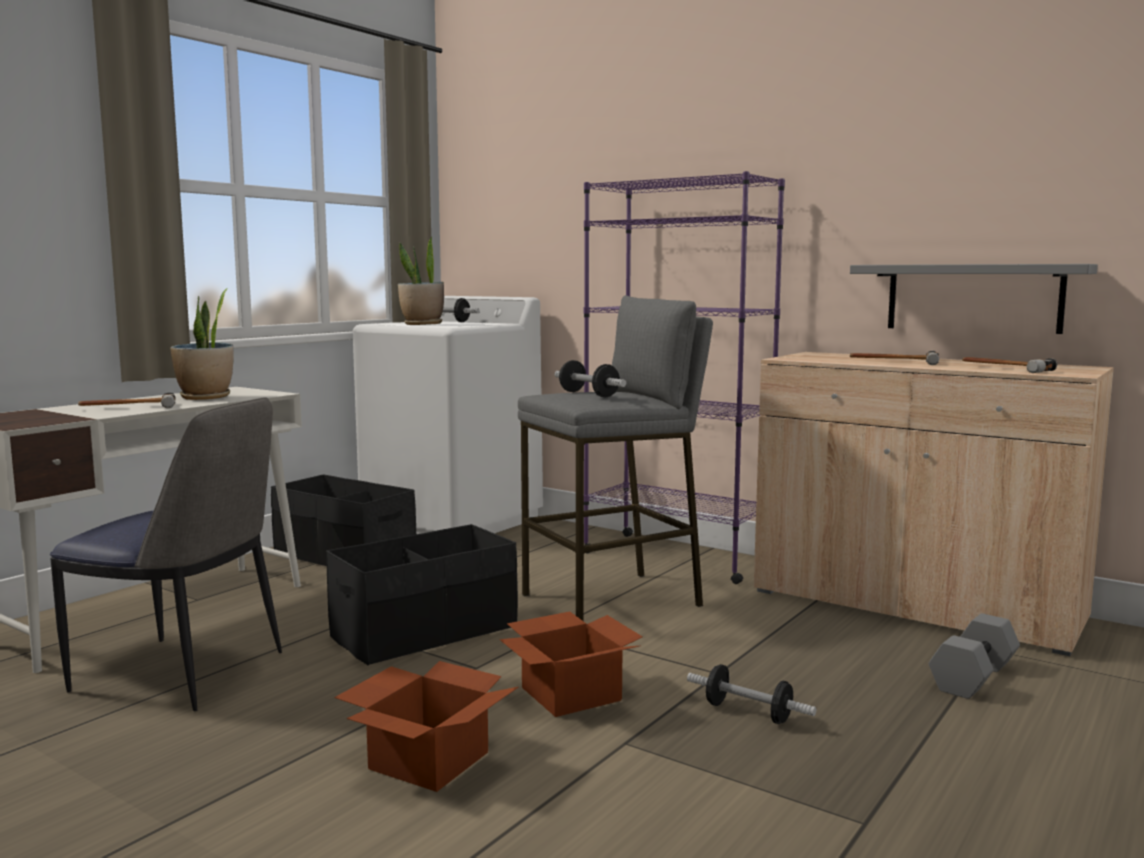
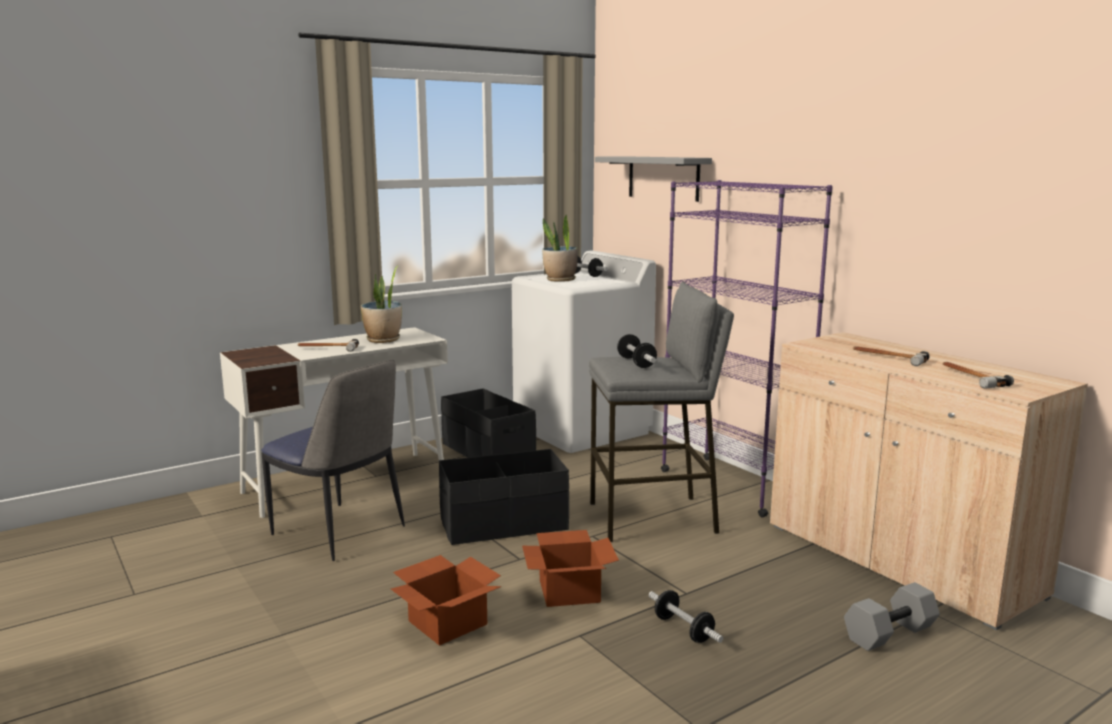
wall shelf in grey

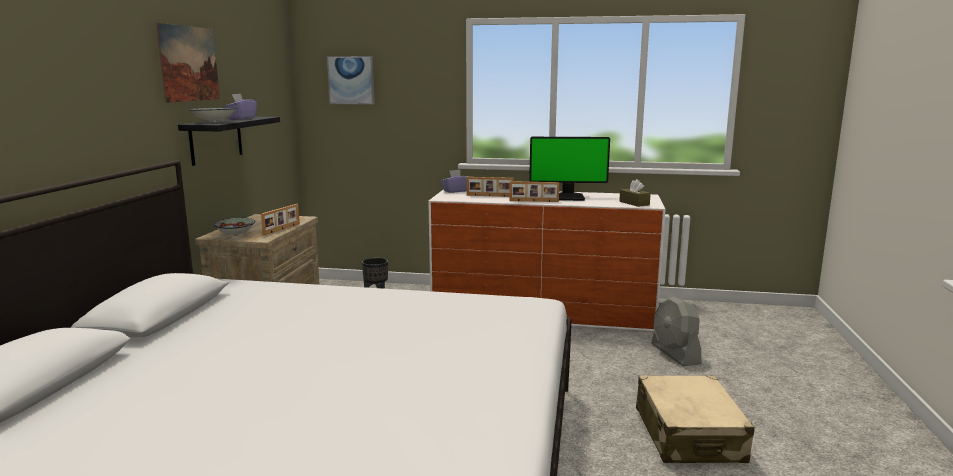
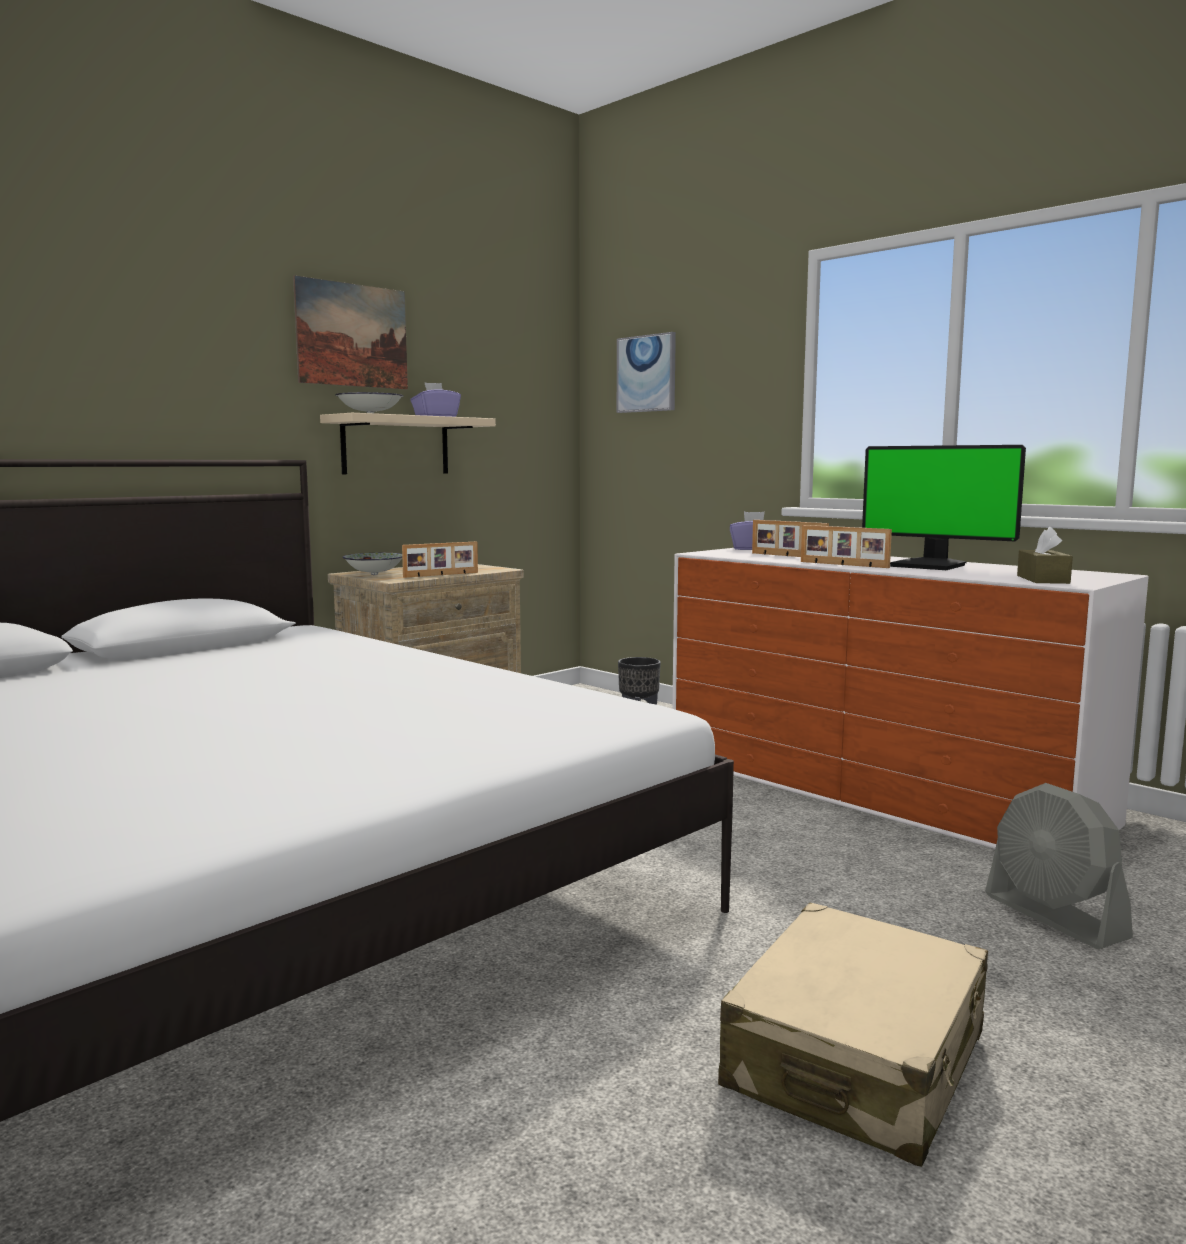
wall shelf in beige-coloured
fan in grey

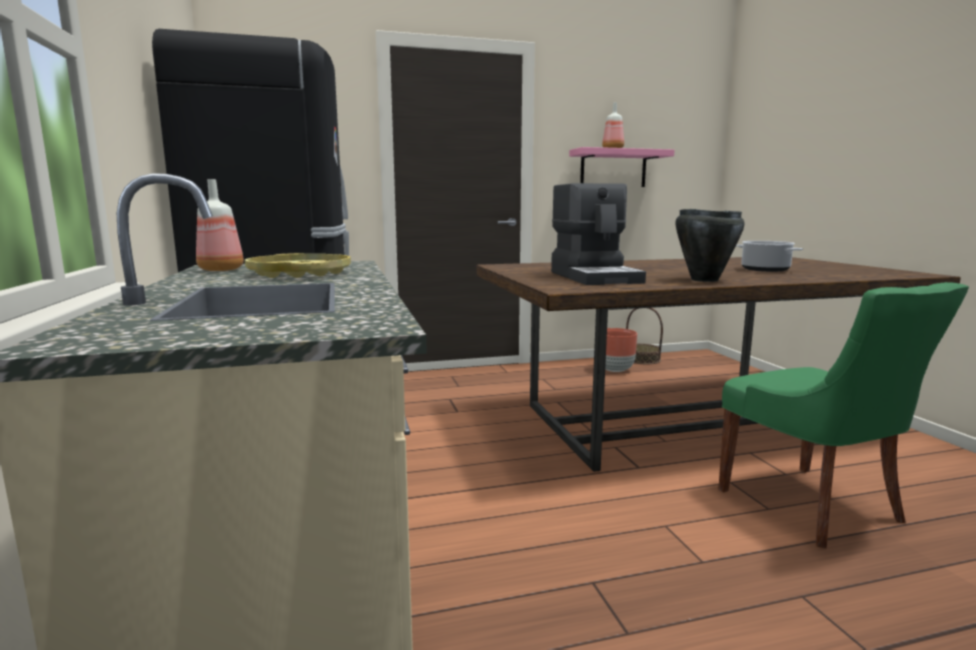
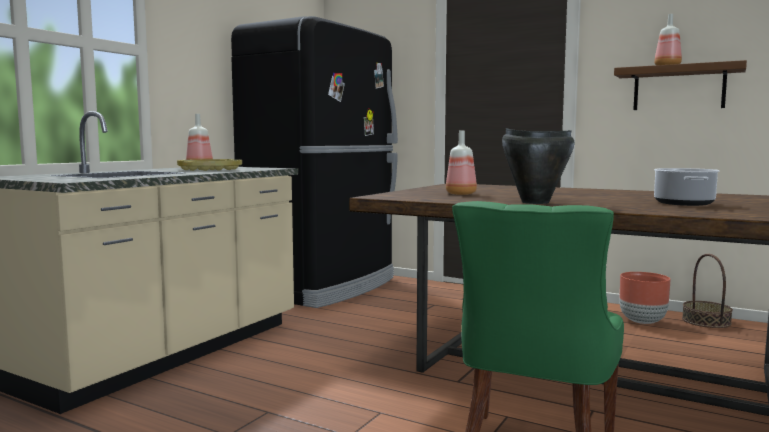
drink bottle (2nd from left)
wall shelf in brown-coloured

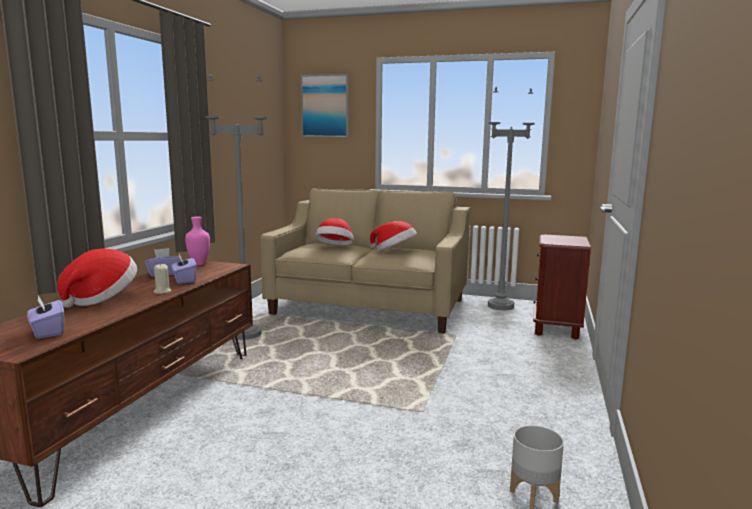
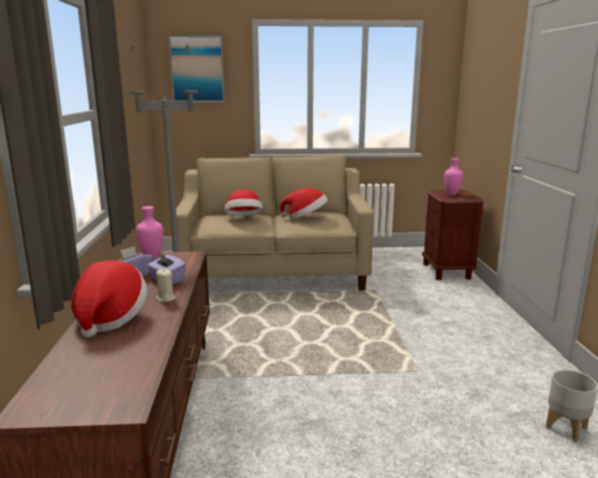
tissue holder in purple (1st from left in the first image)
floor lamp in grey (2nd from left in the first image)
decorative vase in pink-coloured (2nd from left)

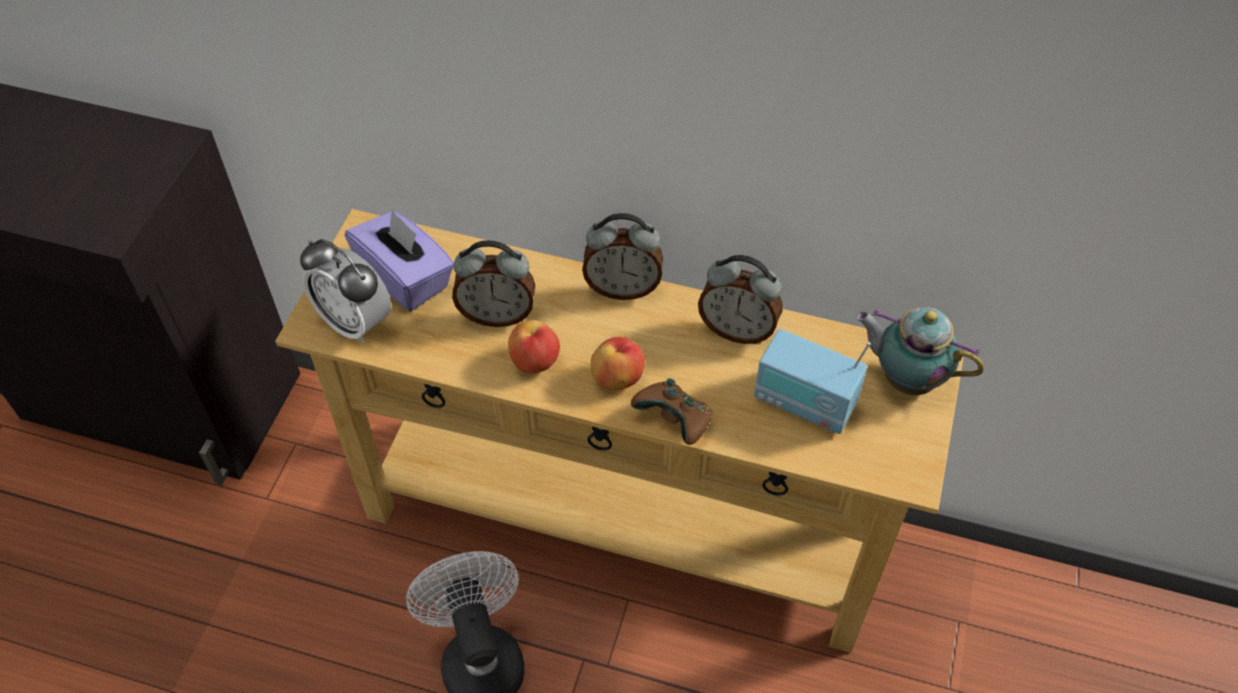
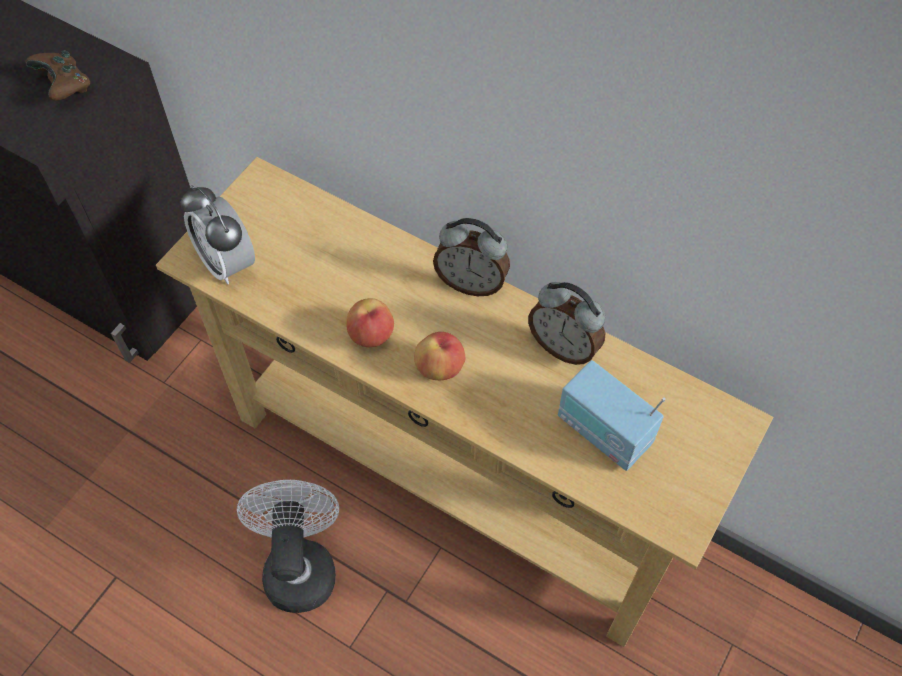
tissue holder in purple
alarm clock (2nd from left in the first image)
teapot
game controller in brown-coloured

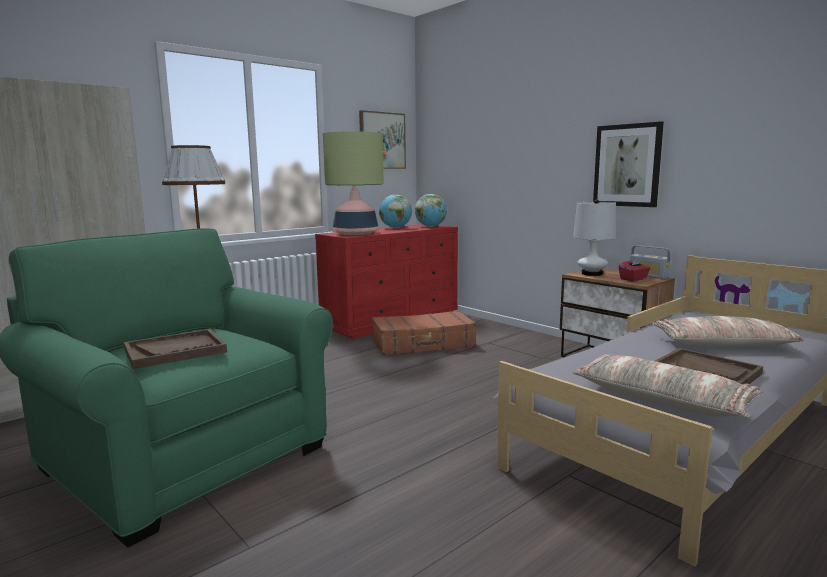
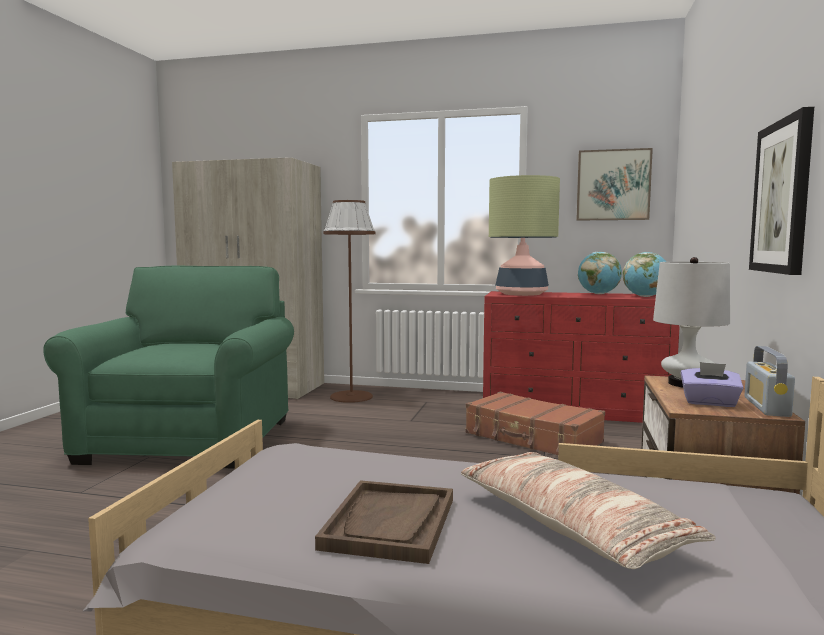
serving tray in brown-coloured (1st from left in the first image)
throw pillow (1st from left in the first image)
tissue holder in purple

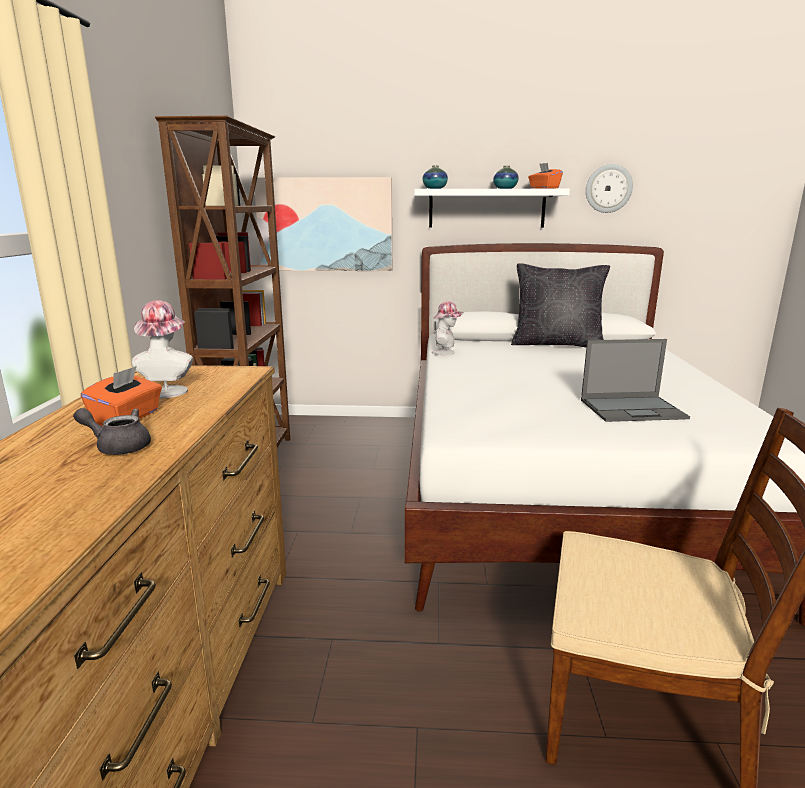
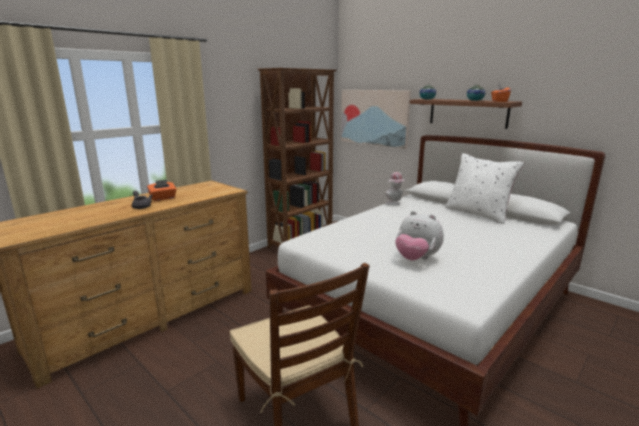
clothing hat (1st from left in the first image)
clock on the wall
soft toy
wall shelf in brown-coloured
throw pillow in whitish

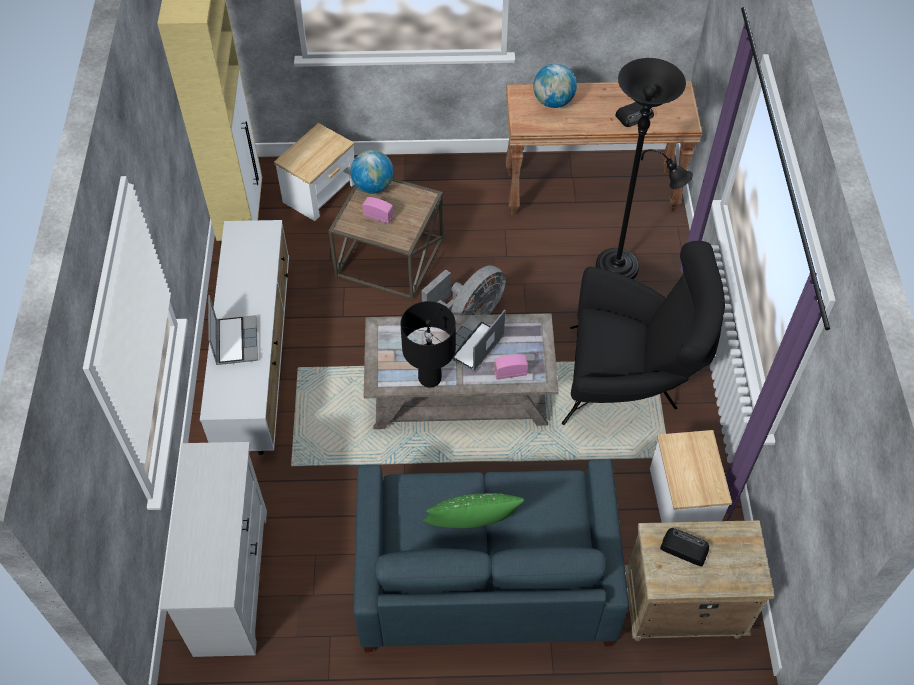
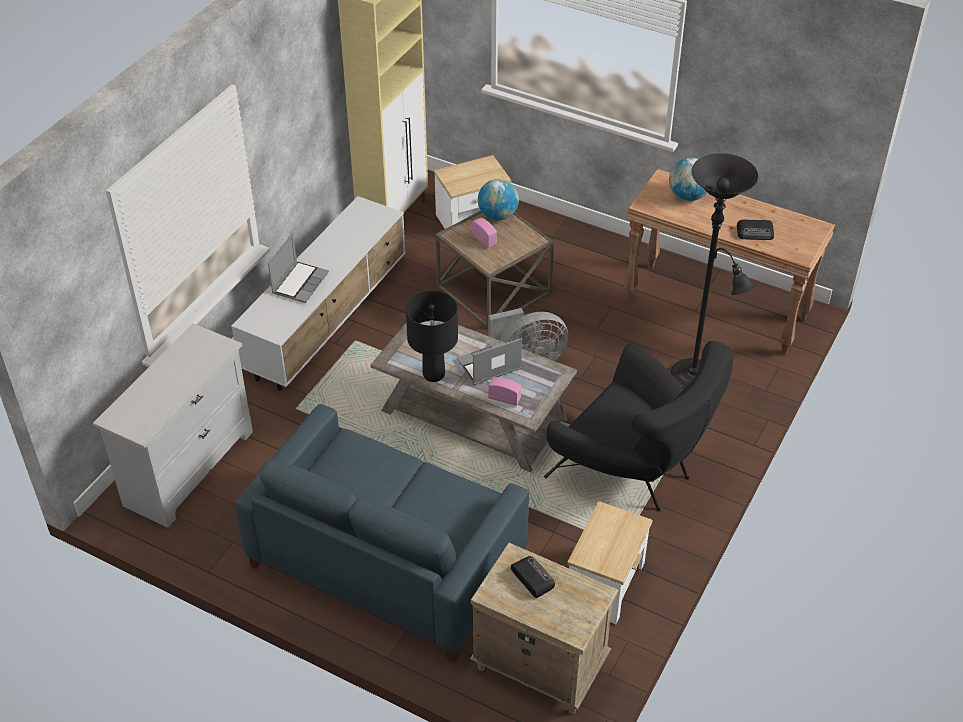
throw pillow in green

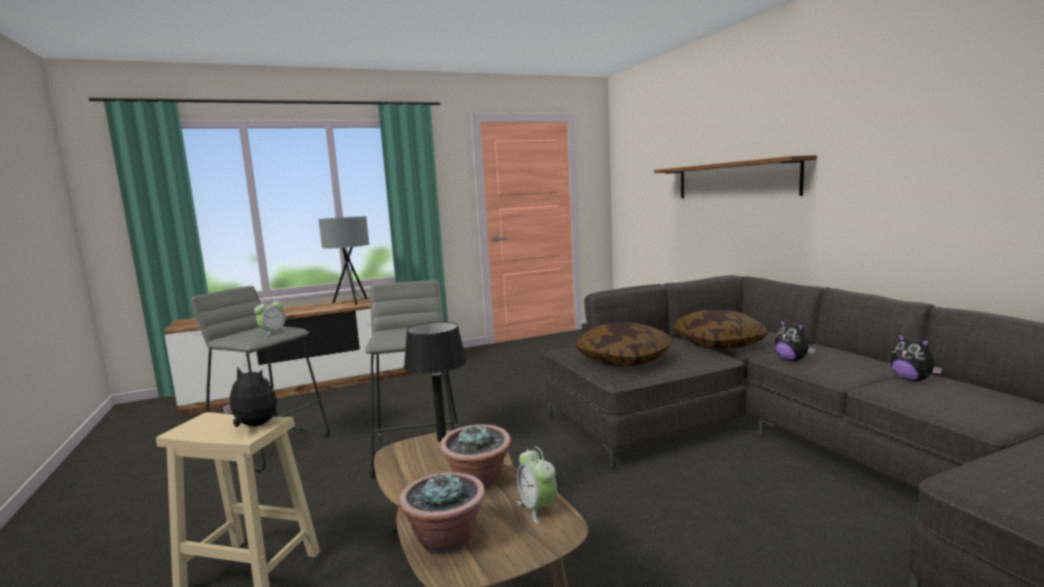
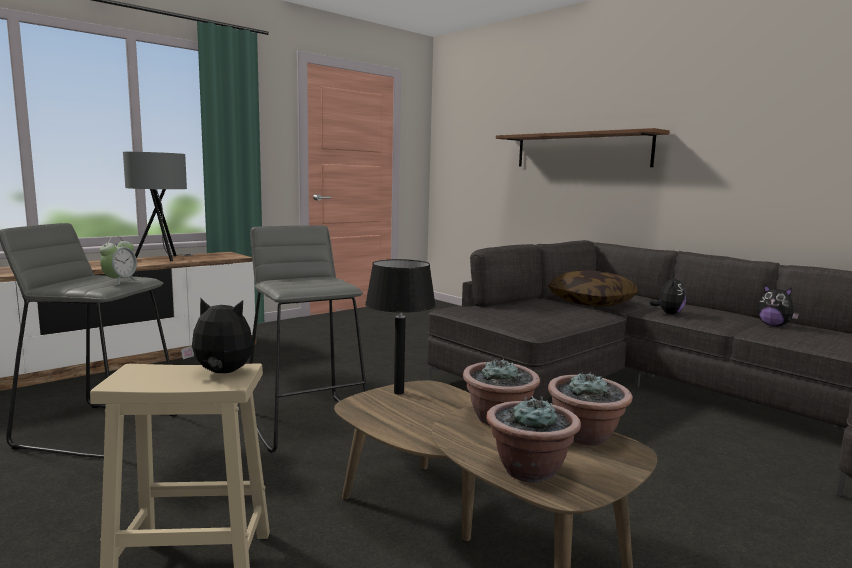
throw pillow (1st from left in the first image)
houseplant (3rd from left)
soft toy (2nd from left)

